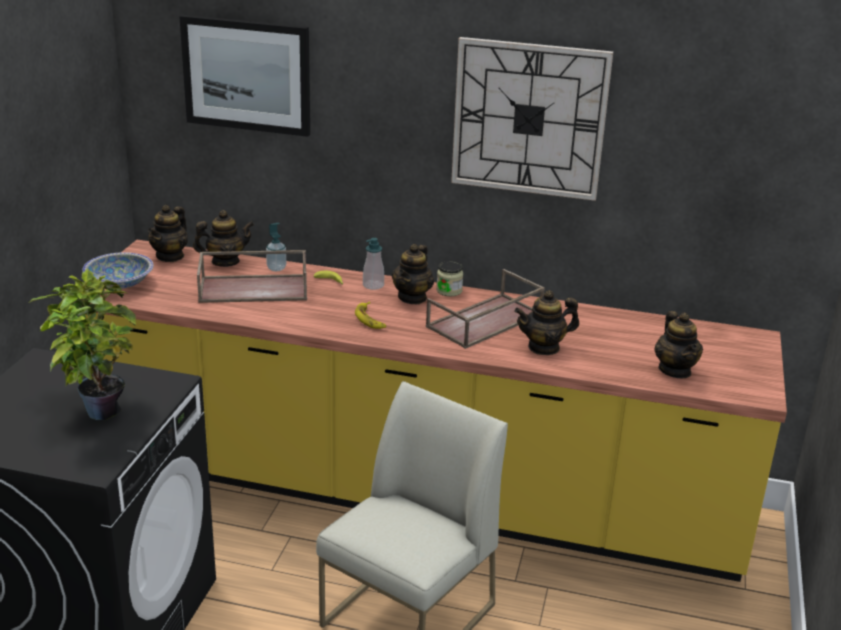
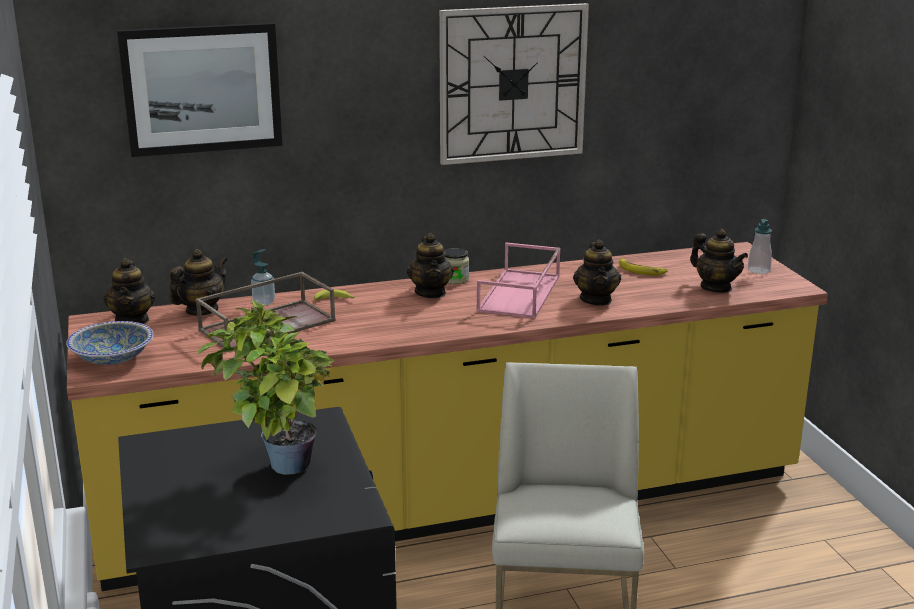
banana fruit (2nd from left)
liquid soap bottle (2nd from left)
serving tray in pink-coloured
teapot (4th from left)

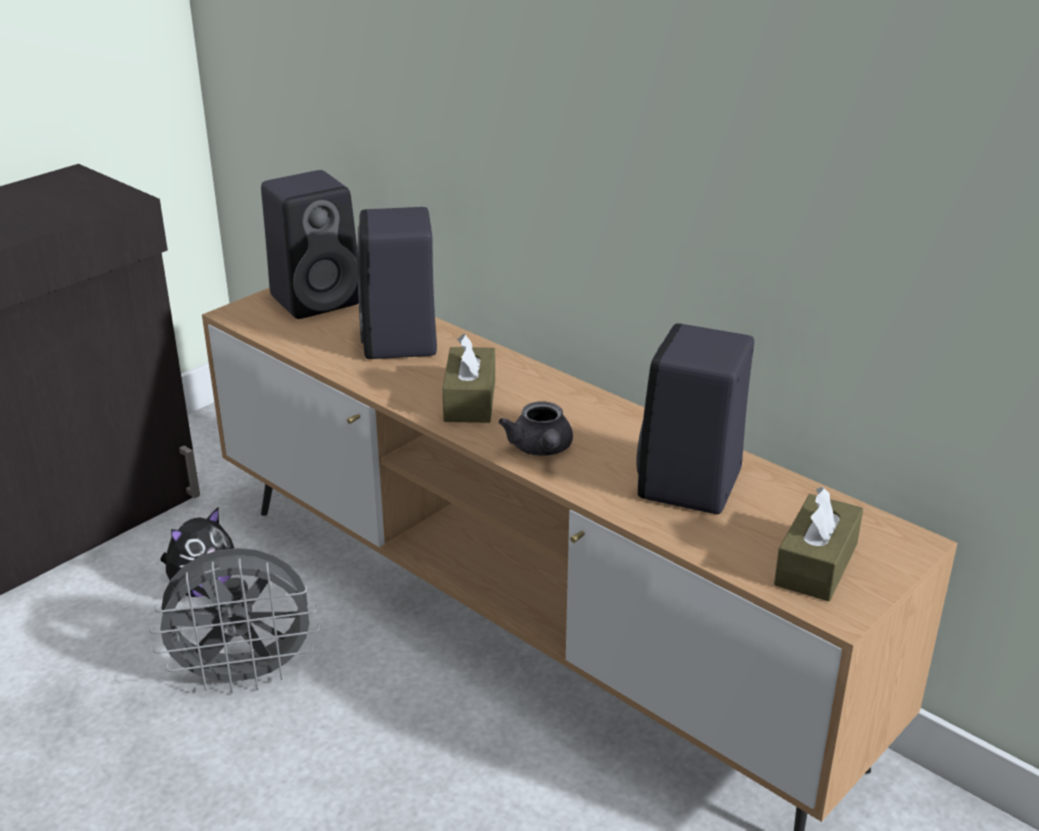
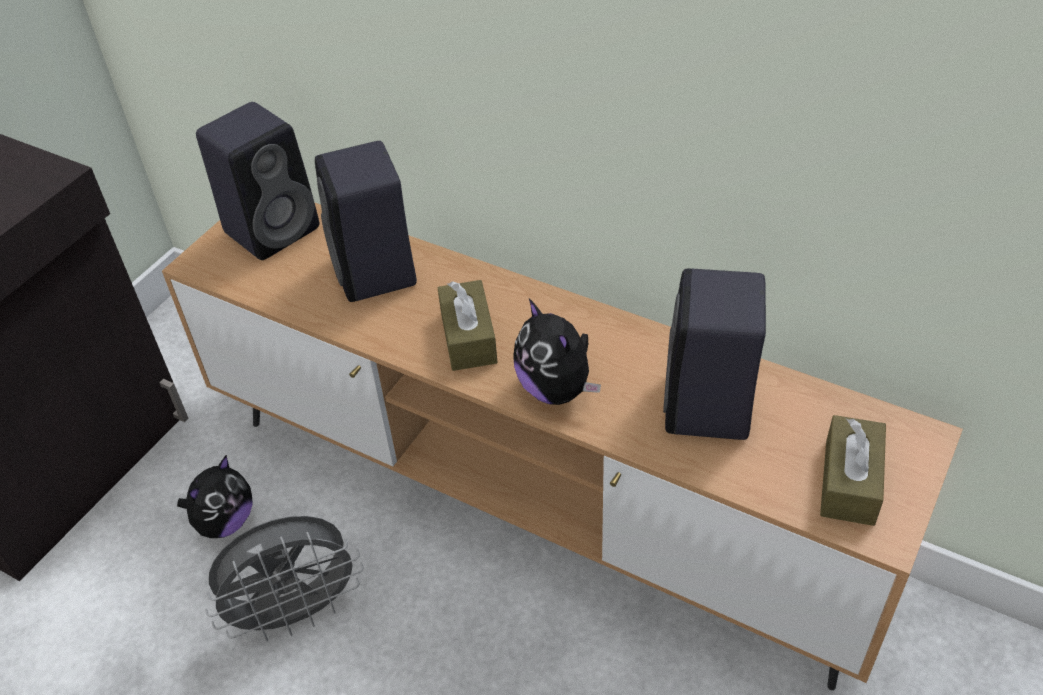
soft toy (2nd from left)

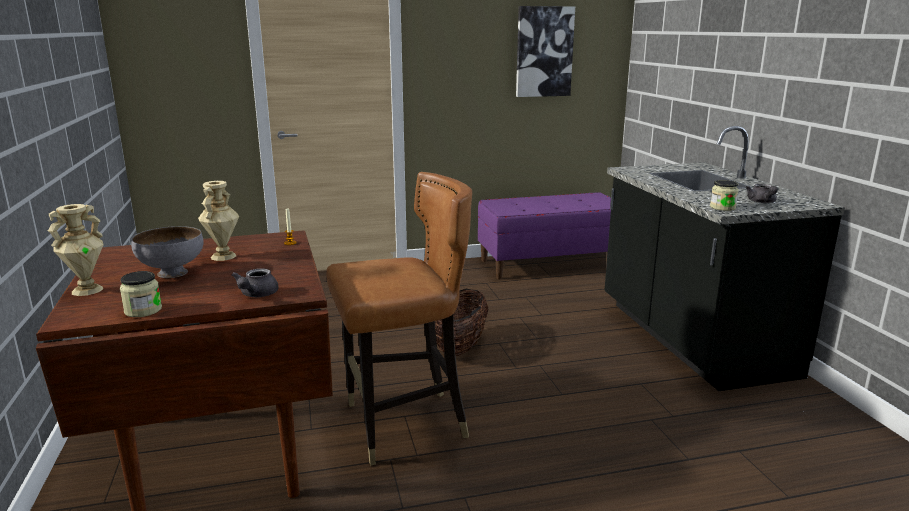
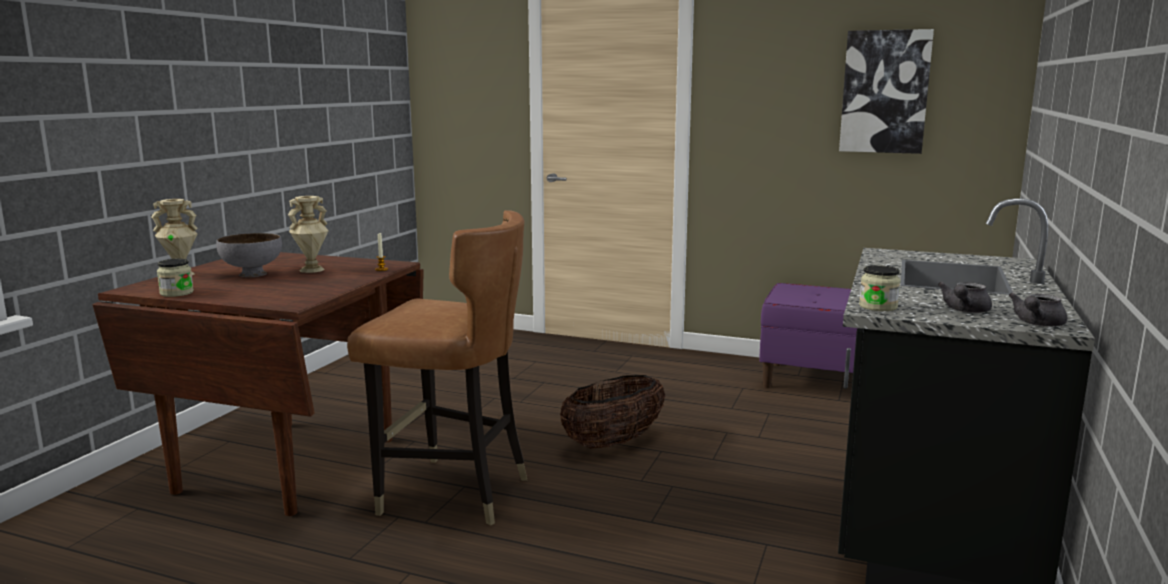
teapot in grey (2nd from left)

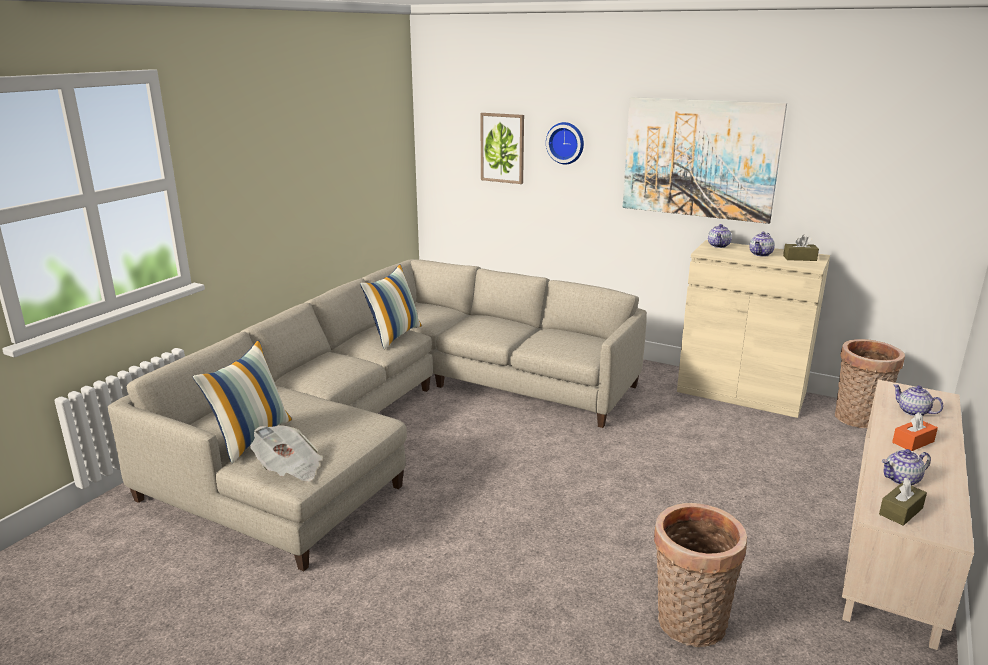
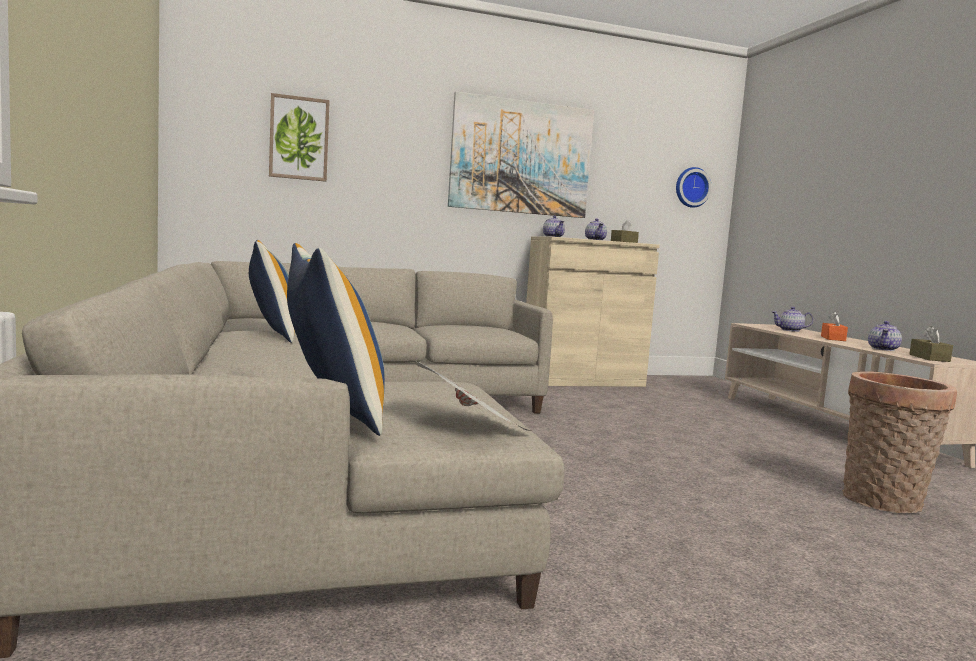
household basket (2nd from left in the first image)
clock on the wall

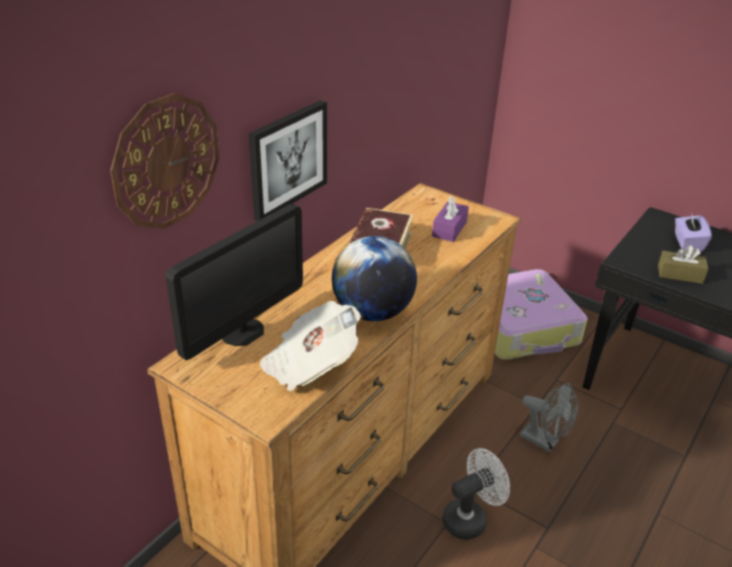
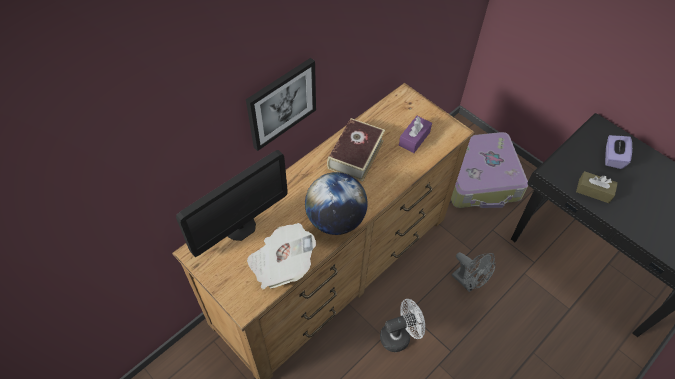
clock on the wall

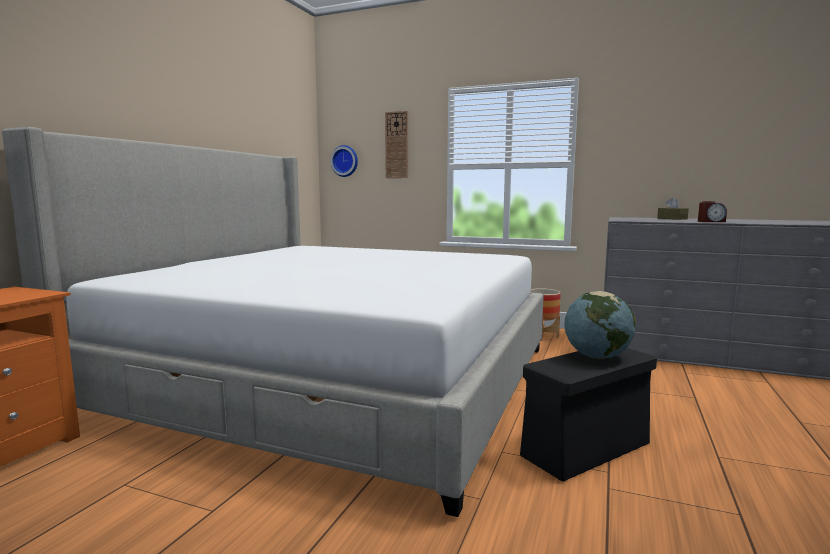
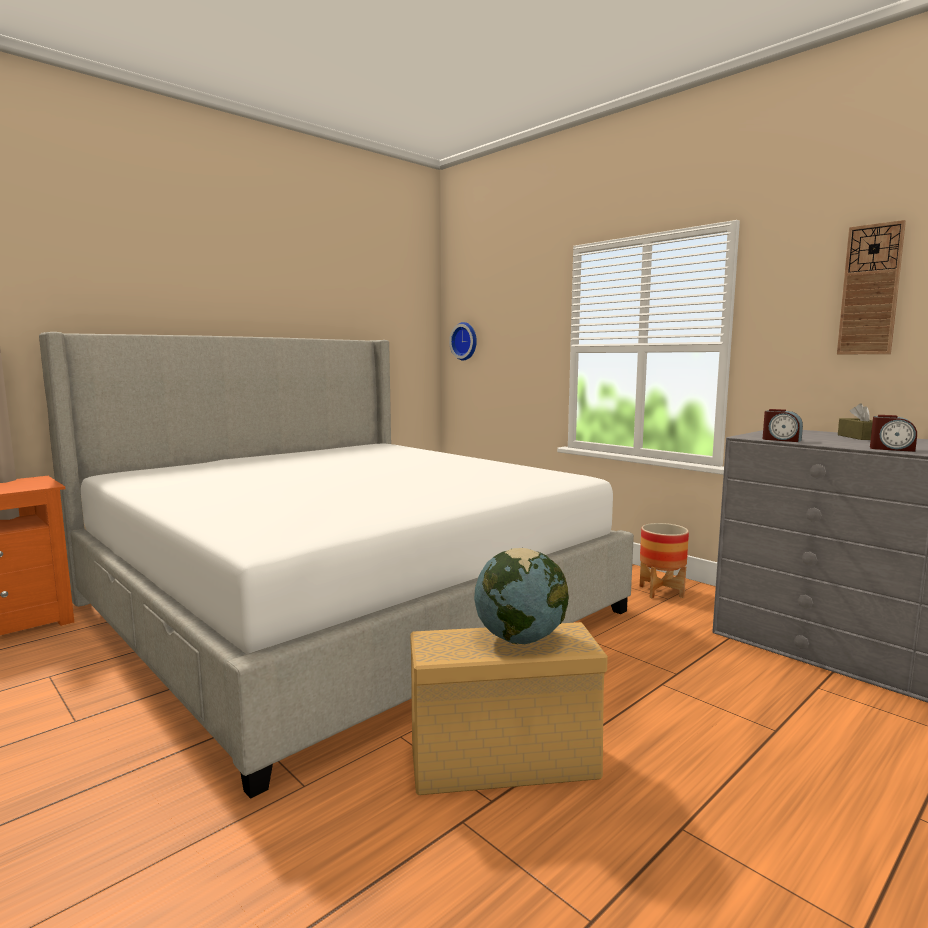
alarm clock (1st from left)
clock on the wall (2nd from left)
storage container in beige-coloured

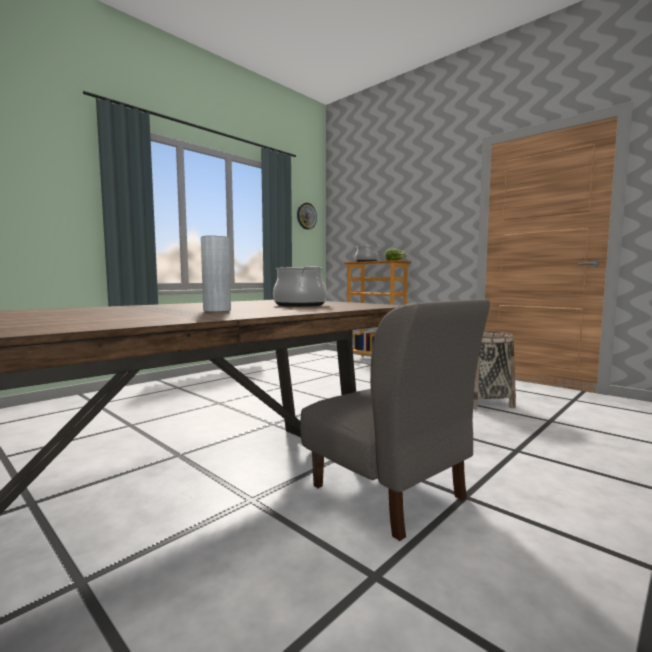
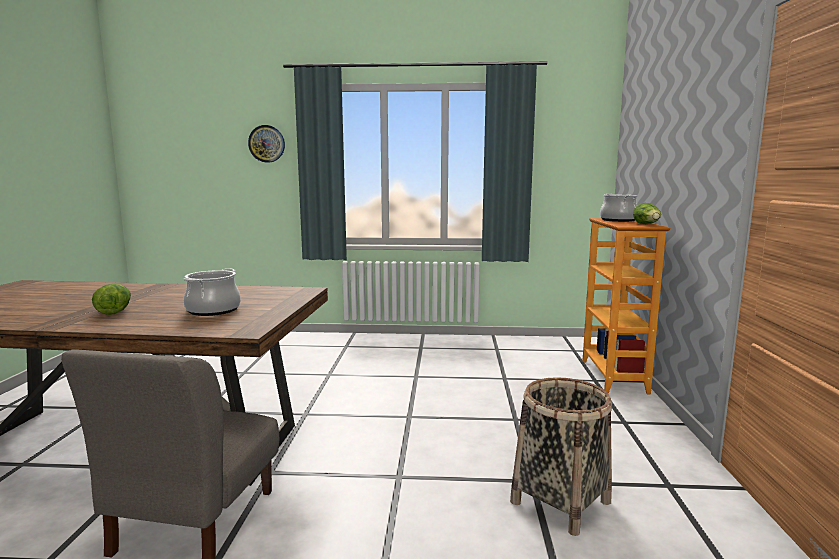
clock on the wall
head of lettuce (1st from left)

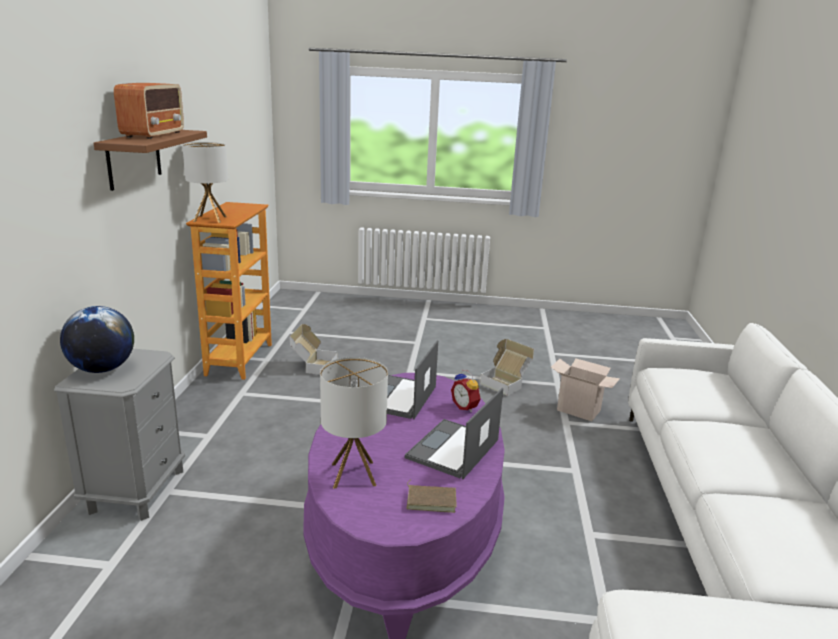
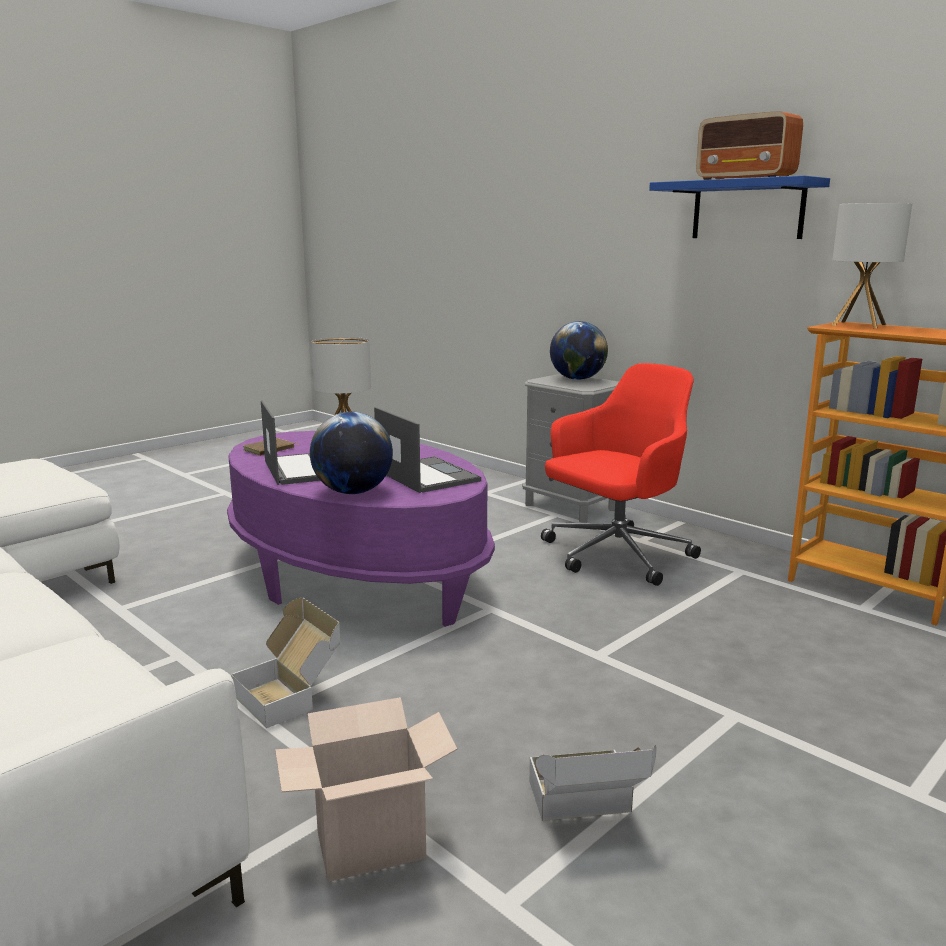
computer chair in red-coloured
cardboard box (1st from left)
desk globe (1st from left)
wall shelf in bluish

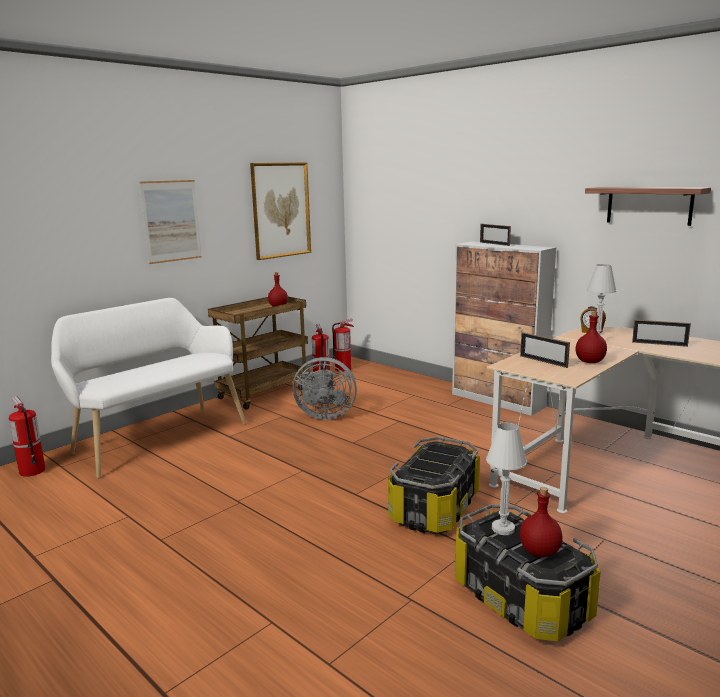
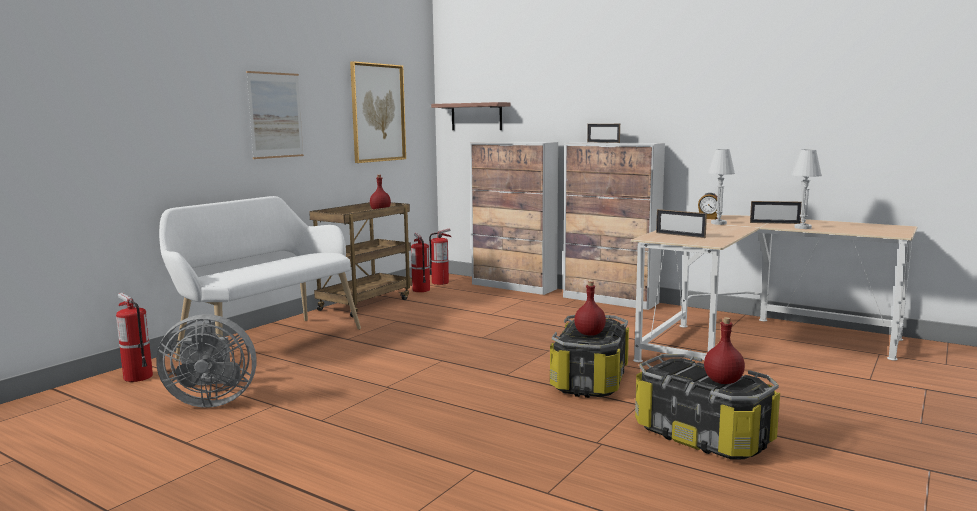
cabinet (1st from left)
fan in grey
table lamp in whitish (2nd from left)
drink bottle in red-coloured (2nd from left)
wall shelf

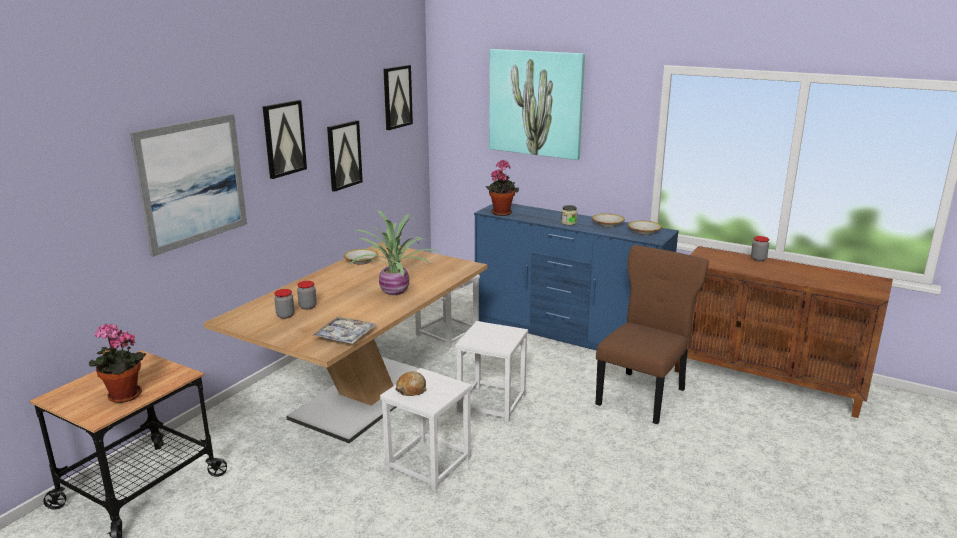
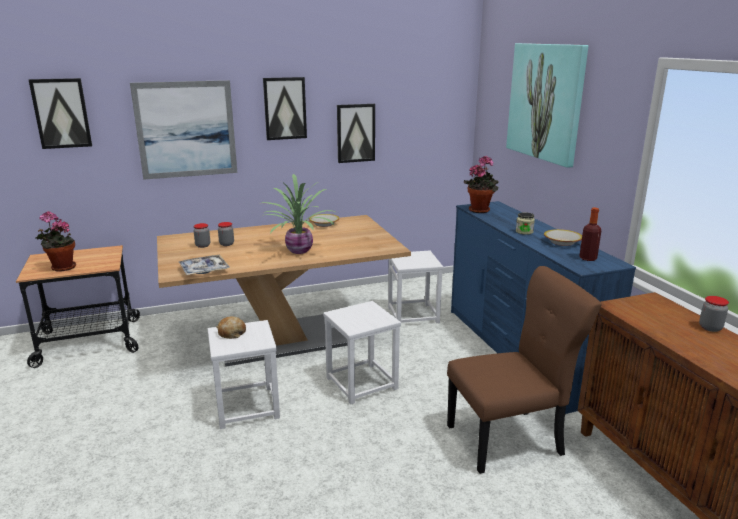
wall art (1st from left)
drink bottle

